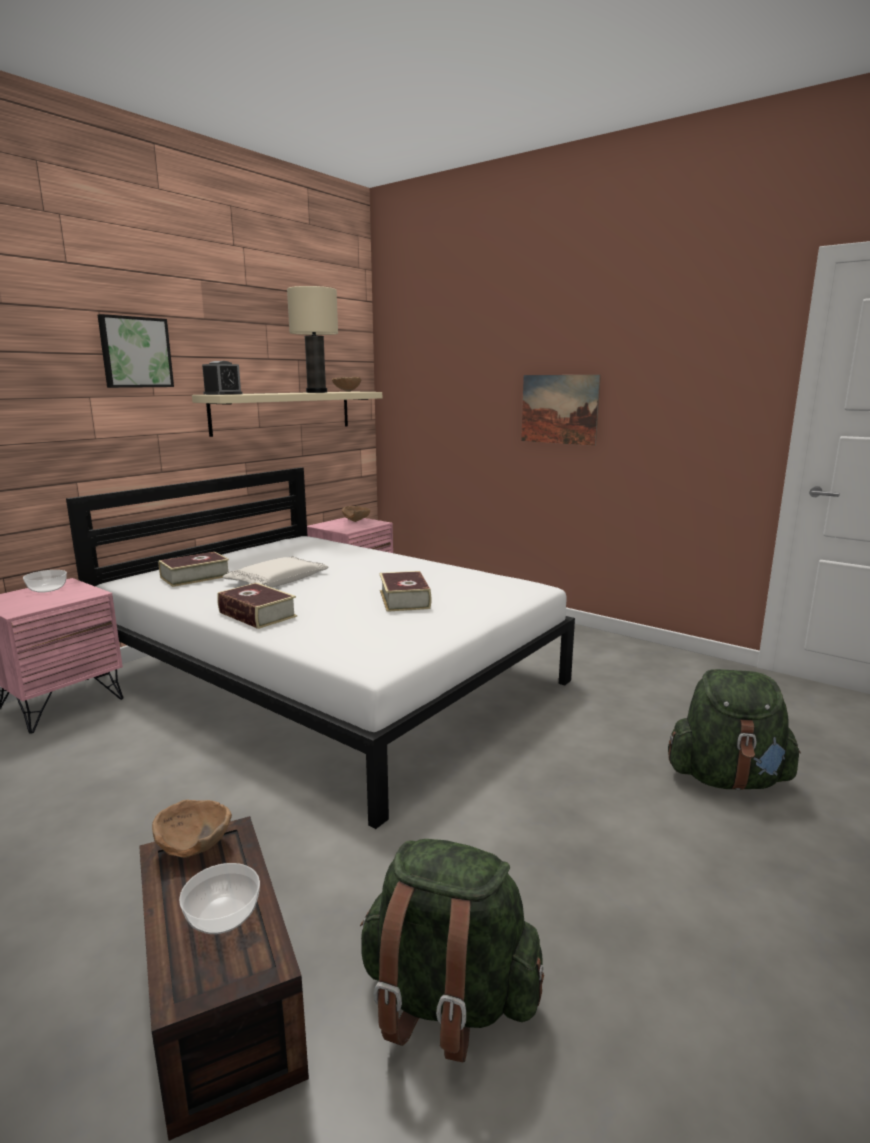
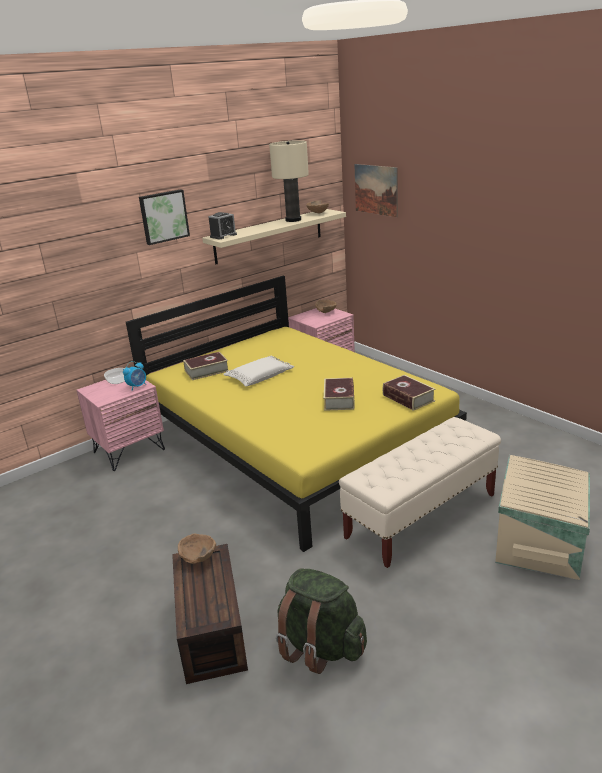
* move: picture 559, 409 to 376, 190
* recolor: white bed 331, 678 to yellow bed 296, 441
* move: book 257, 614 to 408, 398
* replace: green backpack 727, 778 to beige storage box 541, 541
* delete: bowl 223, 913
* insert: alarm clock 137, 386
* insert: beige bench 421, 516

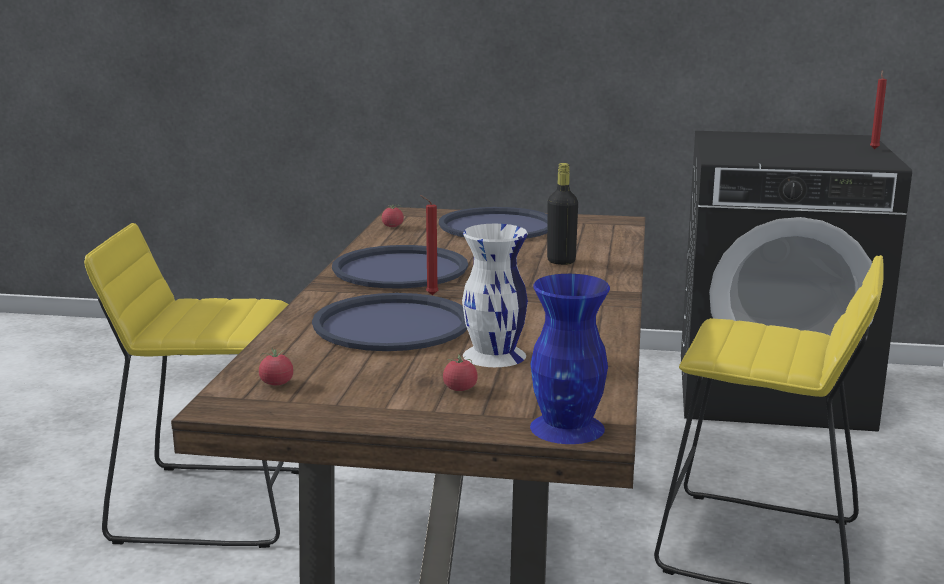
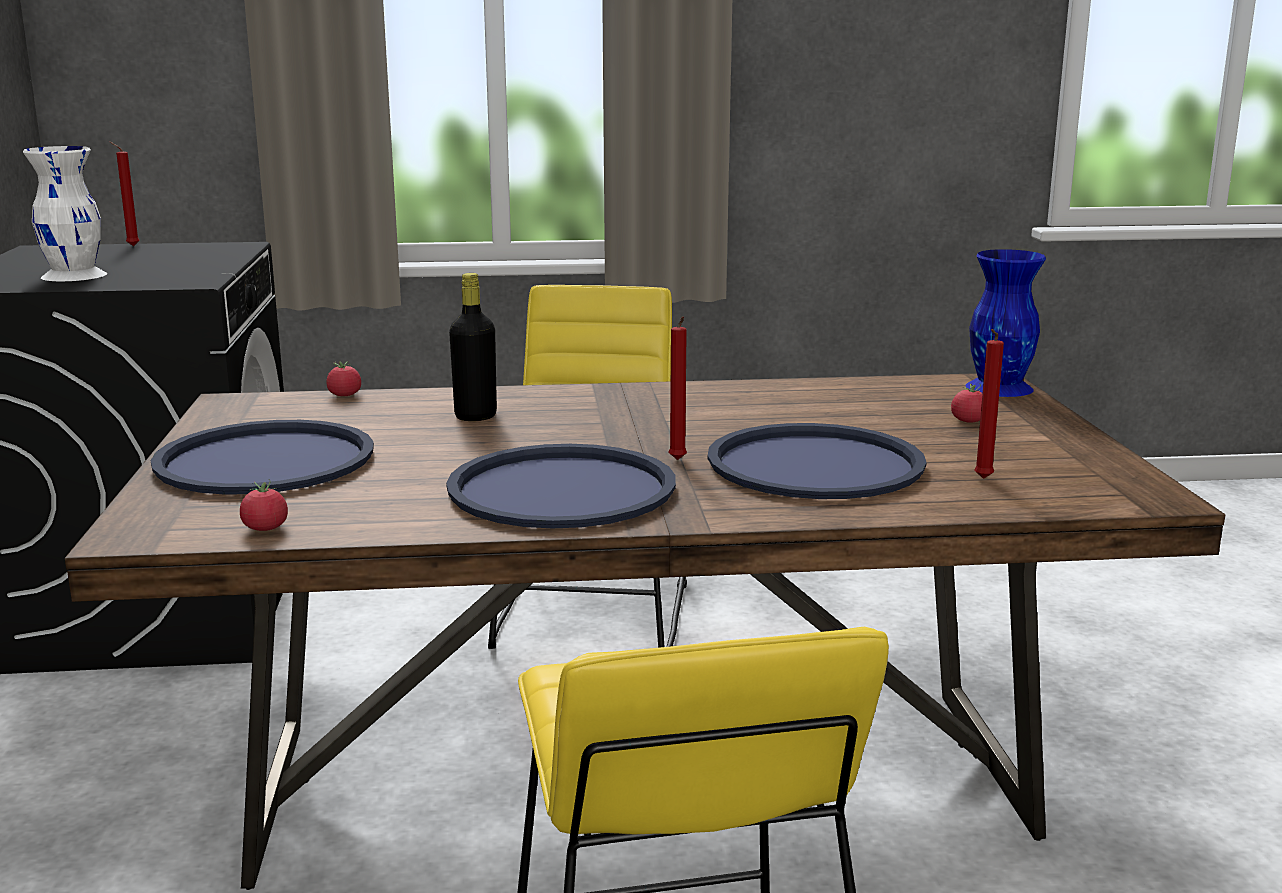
* move: white vase 493, 355 to 75, 275
* move: tomato 276, 383 to 344, 395
* insert: red candle 982, 479

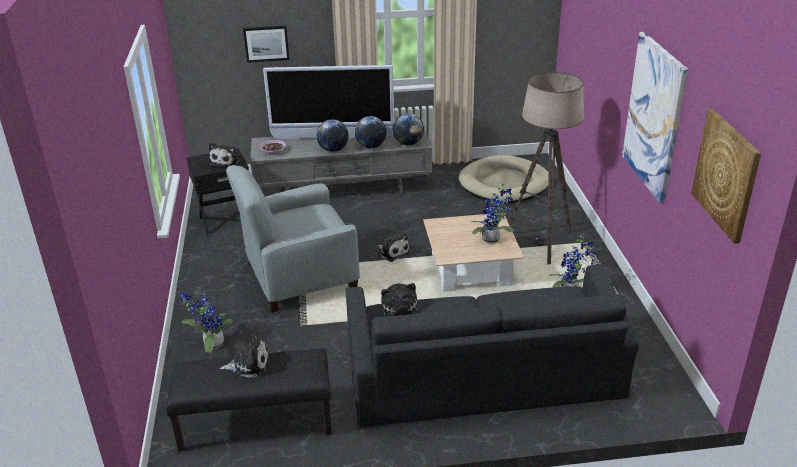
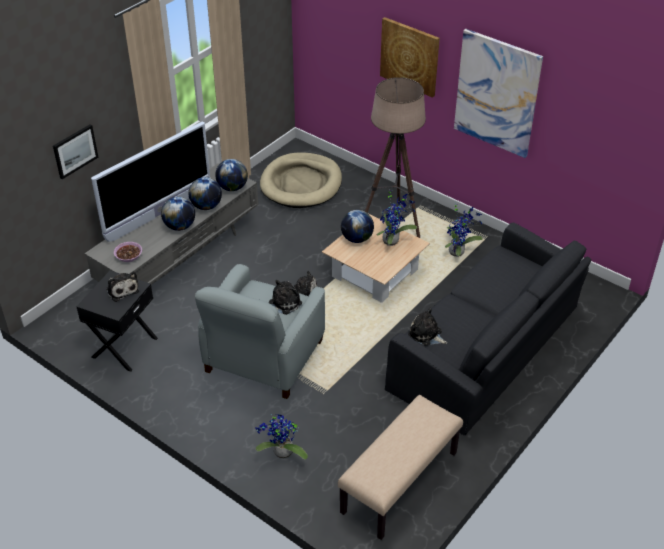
* move: picture 726, 174 to 409, 56
* move: plush toy 248, 365 to 283, 304
* recolor: black bench 255, 423 to beige bench 400, 483
* insert: globe 357, 239

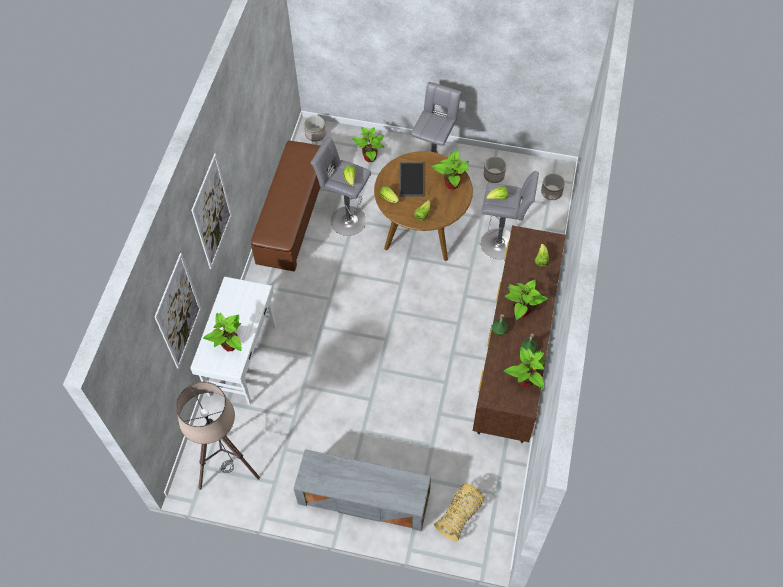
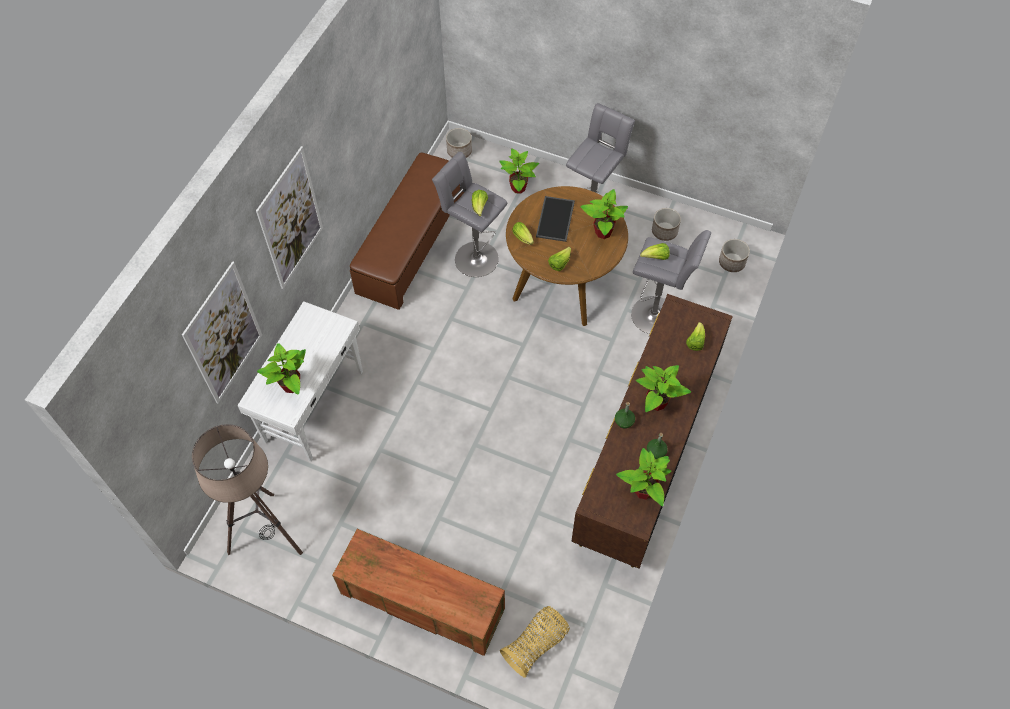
* recolor: grey bench 362, 499 to brown bench 420, 602

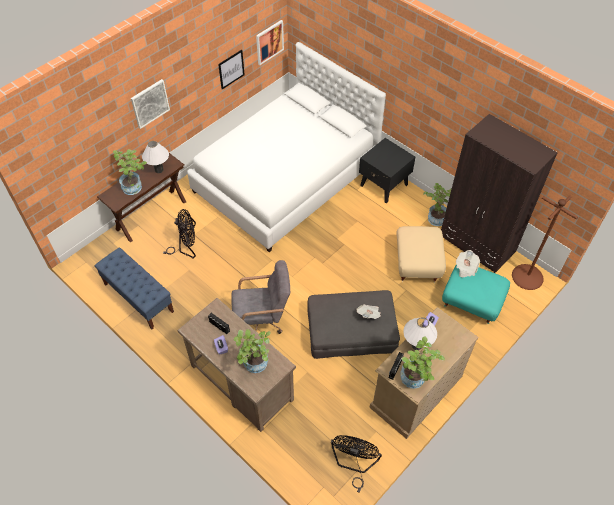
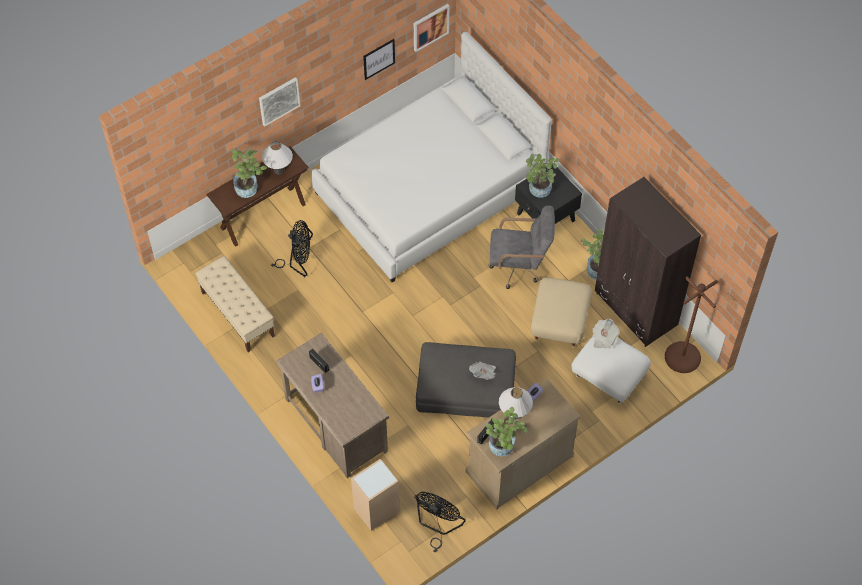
* recolor: blue bench 138, 297 to beige bench 237, 314
* move: grey office chair 262, 323 to 519, 268
* recolor: turquoise ottoman 471, 303 to white ottoman 608, 377
* move: potted plant 254, 366 to 538, 191
* insert: bookcase 376, 510

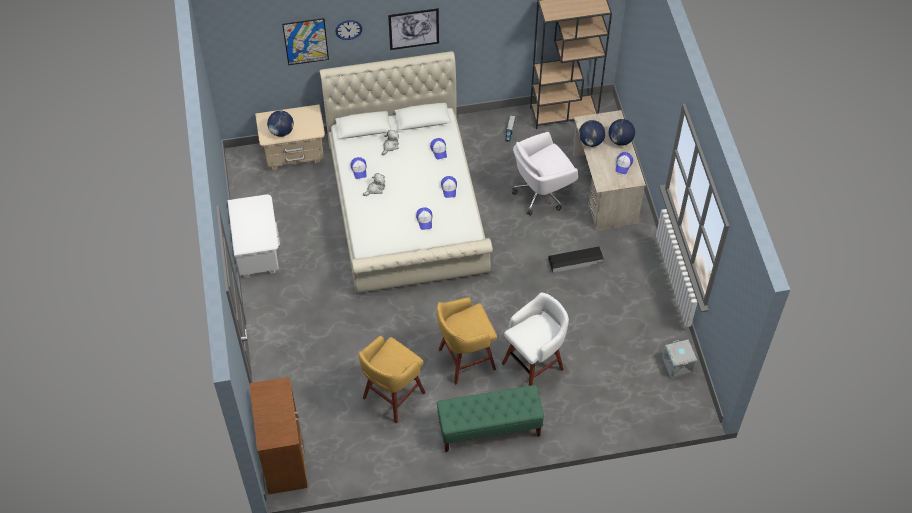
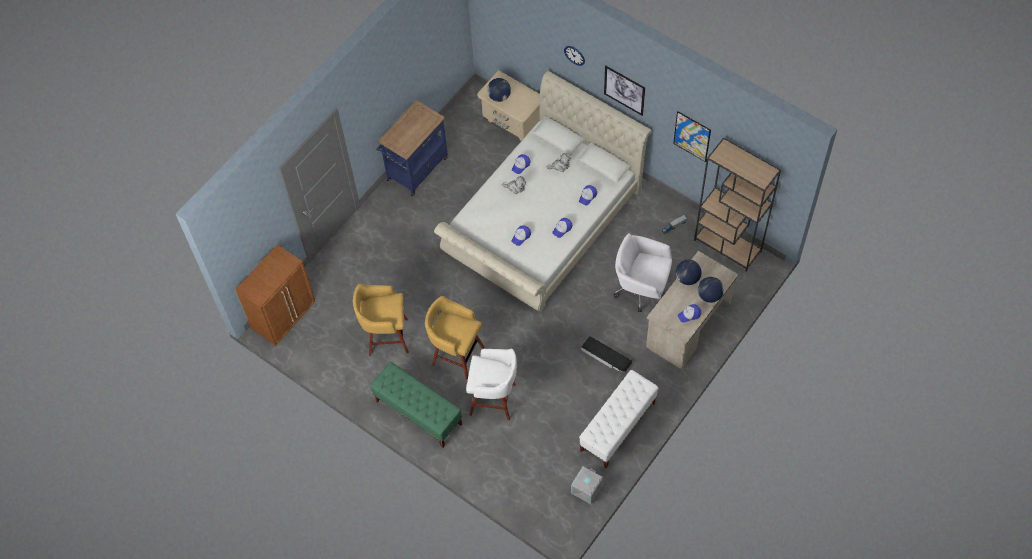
* move: picture 305, 41 to 692, 136
* replace: white nightstand 259, 253 to blue cart 416, 171
* insert: white bench 617, 427

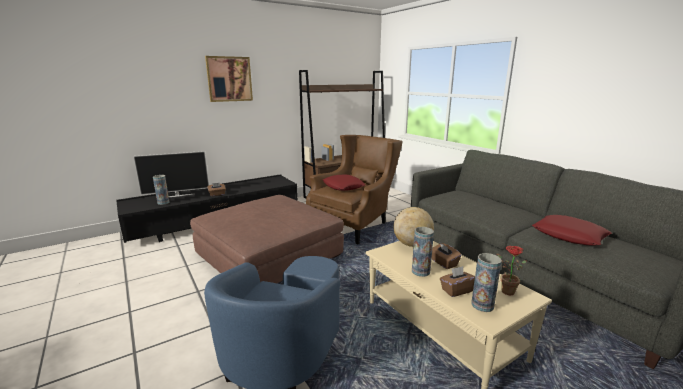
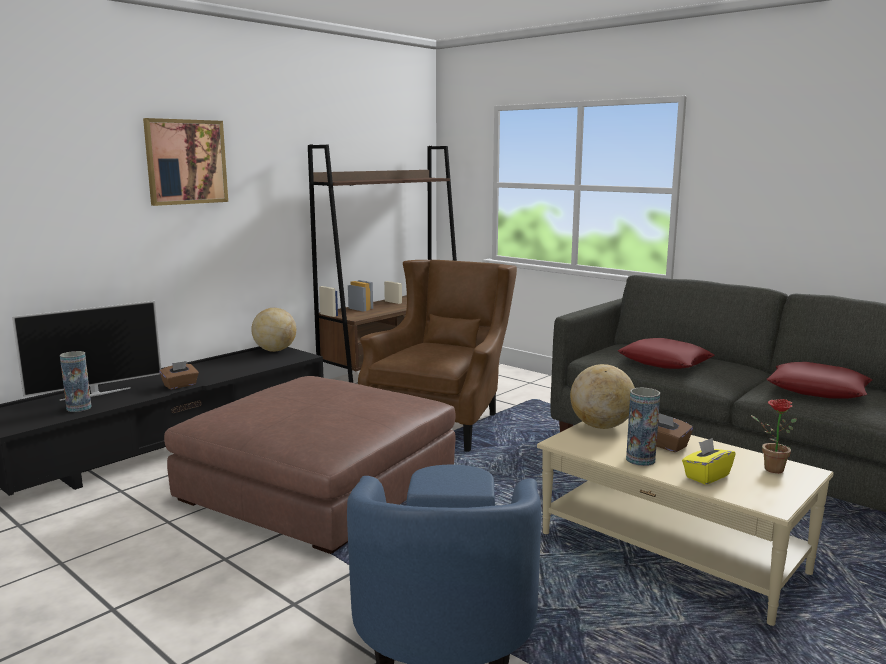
* move: red pillow 343, 186 to 664, 362
* delete: vase 482, 305
* recolor: brown tissue box 456, 290 to yellow tissue box 706, 476
* insert: globe 275, 350

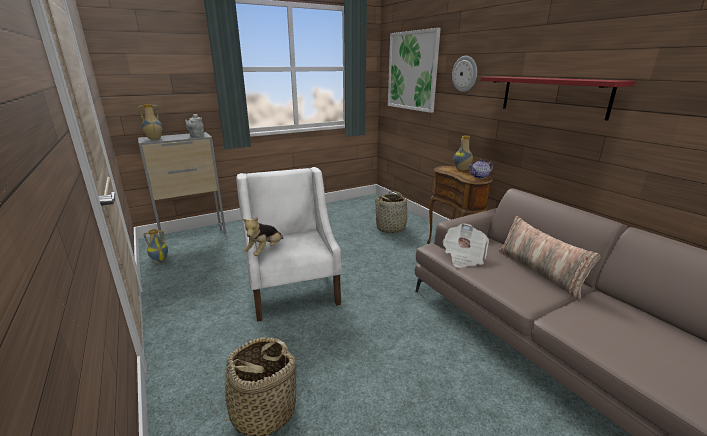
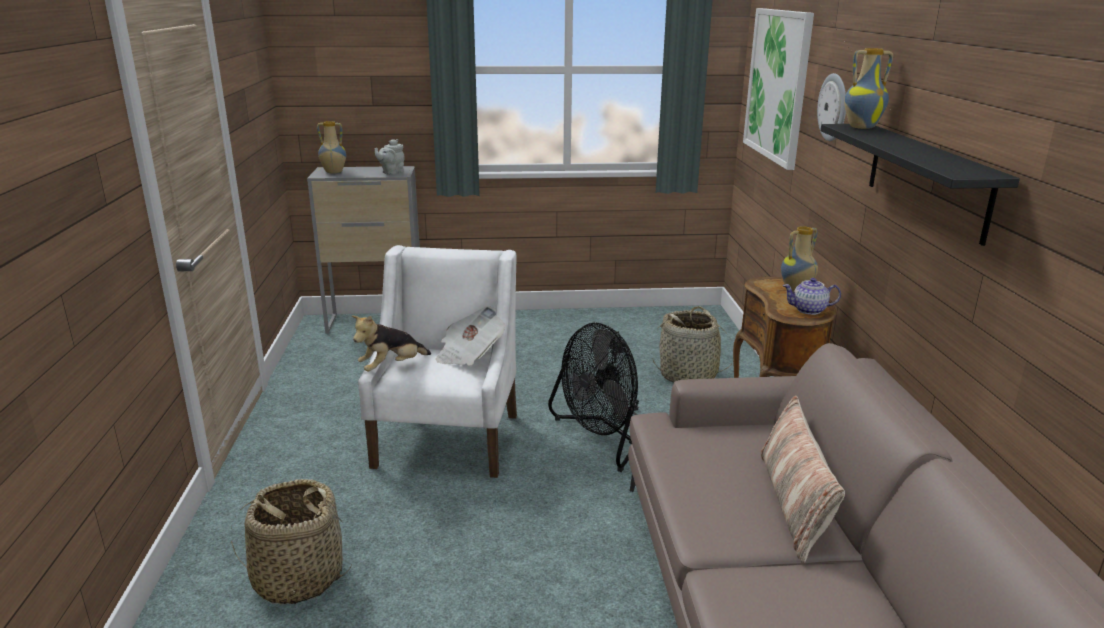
* recolor: red shelf 553, 96 to black shelf 926, 179
* move: newspaper 463, 257 to 469, 354
* move: vase 160, 260 to 861, 127
* insert: black fan 603, 435

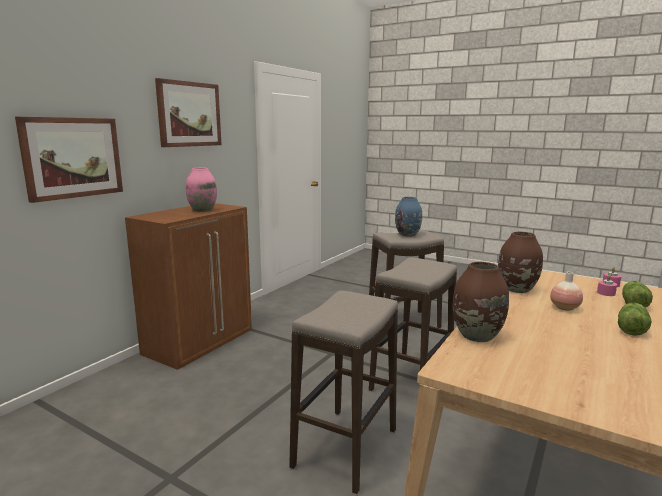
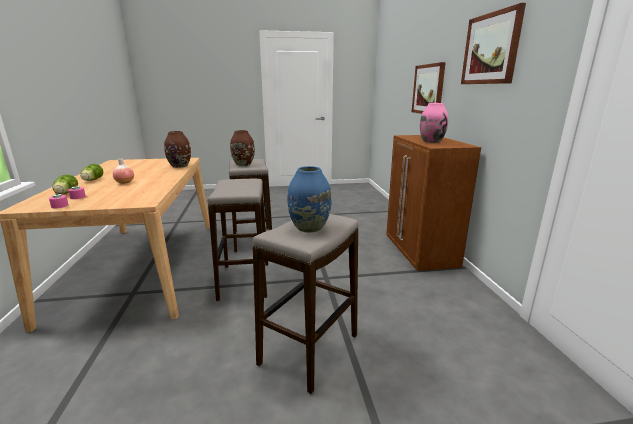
* move: brown vase 517, 289 to 243, 164

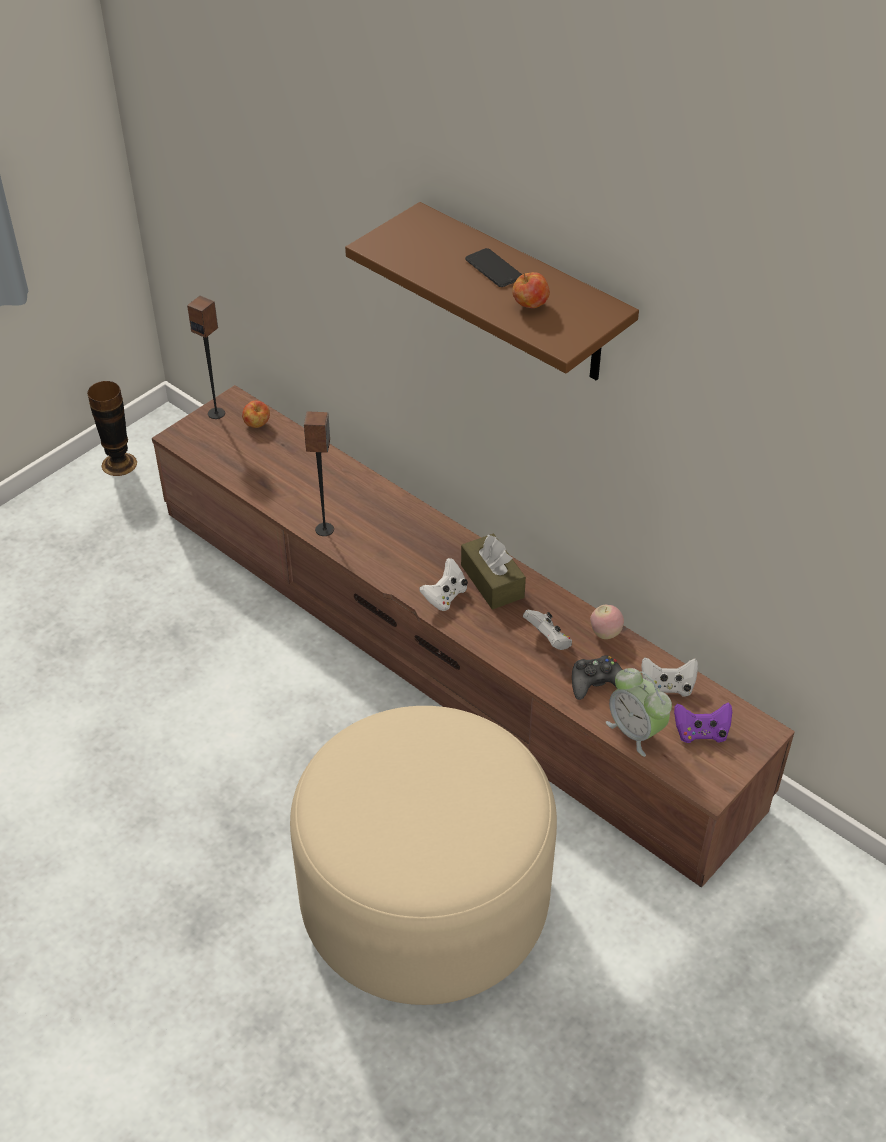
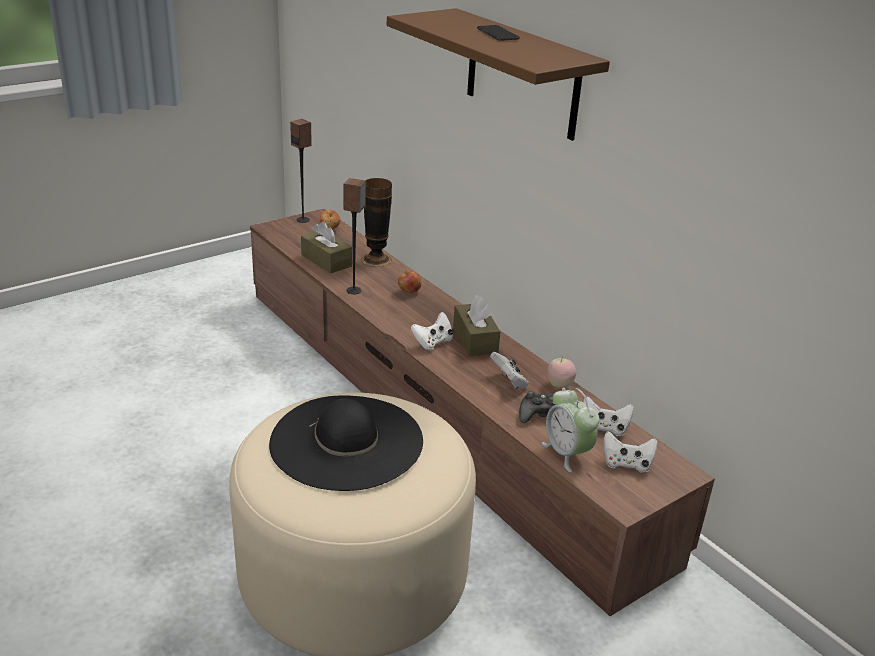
* move: apple 530, 306 to 409, 292
* move: vase 119, 464 to 376, 260
* recolor: purple game controller 701, 733 to white game controller 626, 464
* insert: brown tissue box 326, 260
* insert: black hat 347, 441

